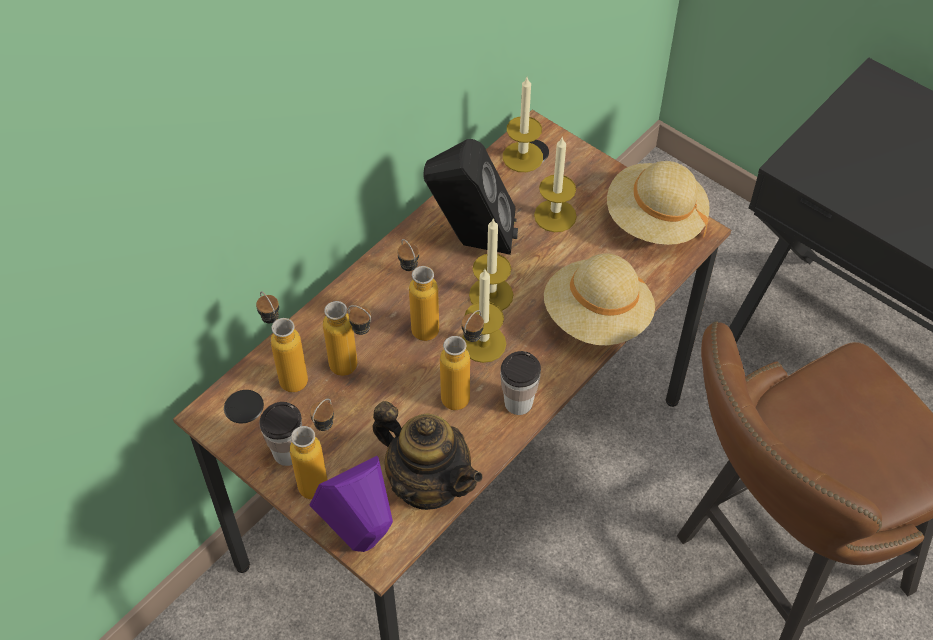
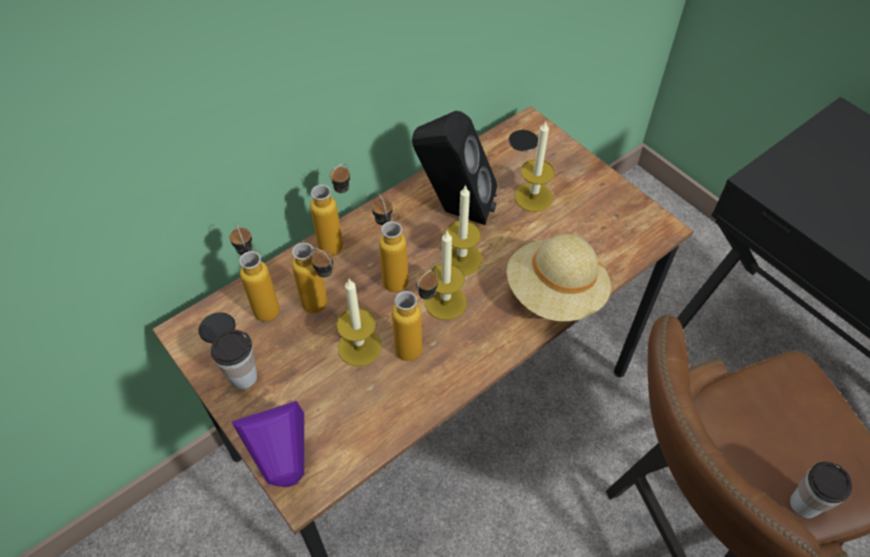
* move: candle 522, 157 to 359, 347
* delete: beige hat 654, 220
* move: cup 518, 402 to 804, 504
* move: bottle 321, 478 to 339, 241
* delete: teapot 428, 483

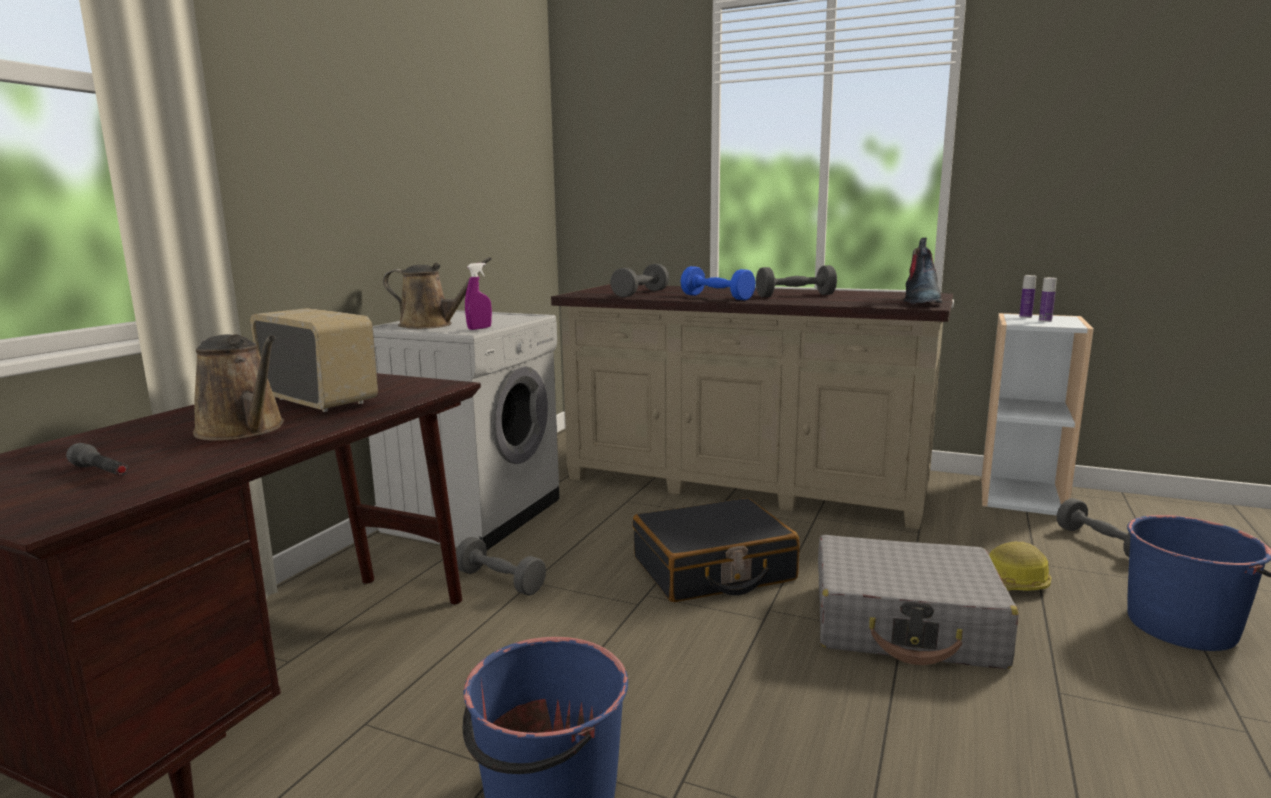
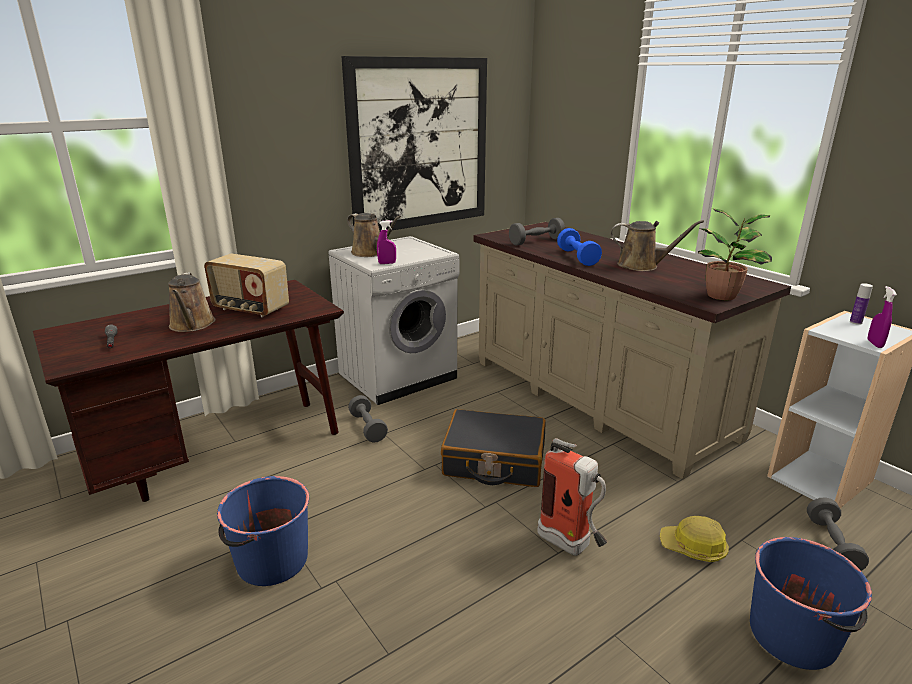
* replace: boot 920, 302 to potted plant 723, 295
* replace: grey dumbbell 795, 296 to brown watering can 642, 265
* delete: bottle 1045, 321
* rotate: radio 321, 401 = 250, 309 135 degrees clockwise
* replace: grey suitcase 905, 624 to fire extinguisher 571, 546
* insert: picture 419, 145
* insert: purple spray bottle 874, 344

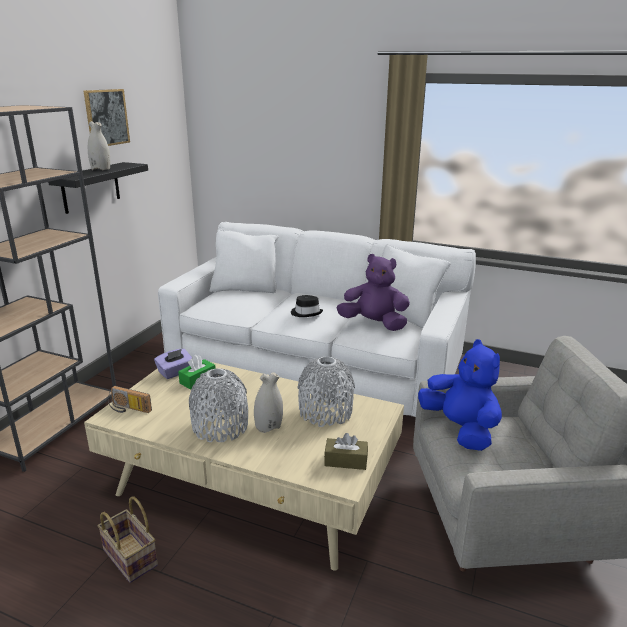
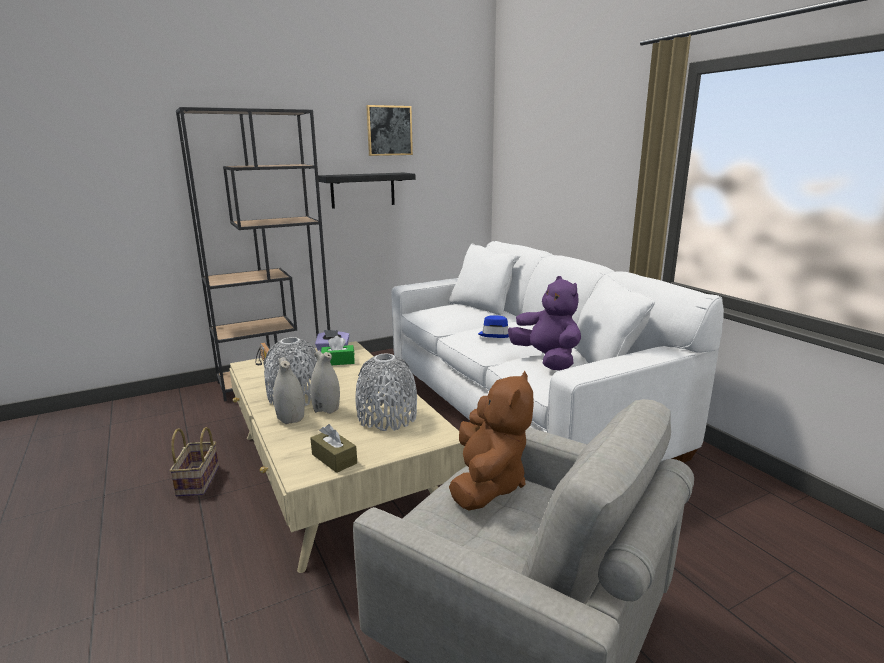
* move: white vase 101, 169 to 291, 419
* recolor: black hat 306, 313 to blue hat 495, 335
* recolor: blue plush toy 460, 429 to brown plush toy 487, 484

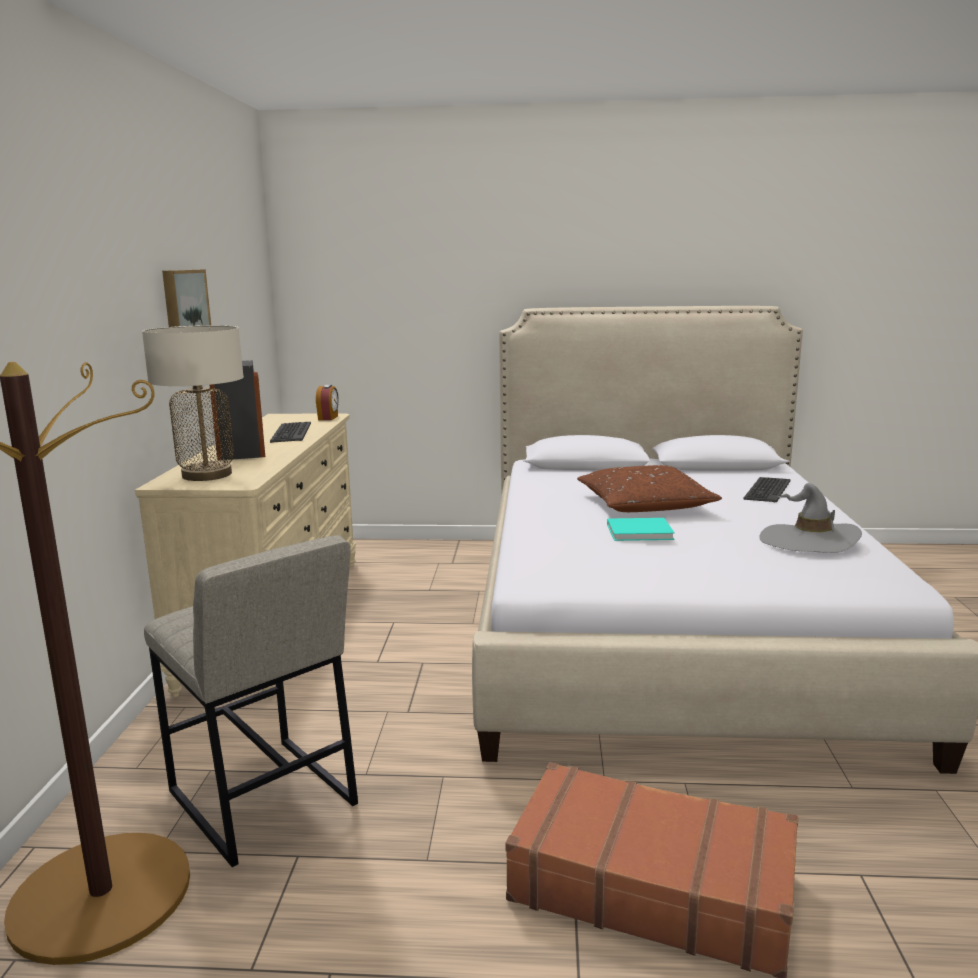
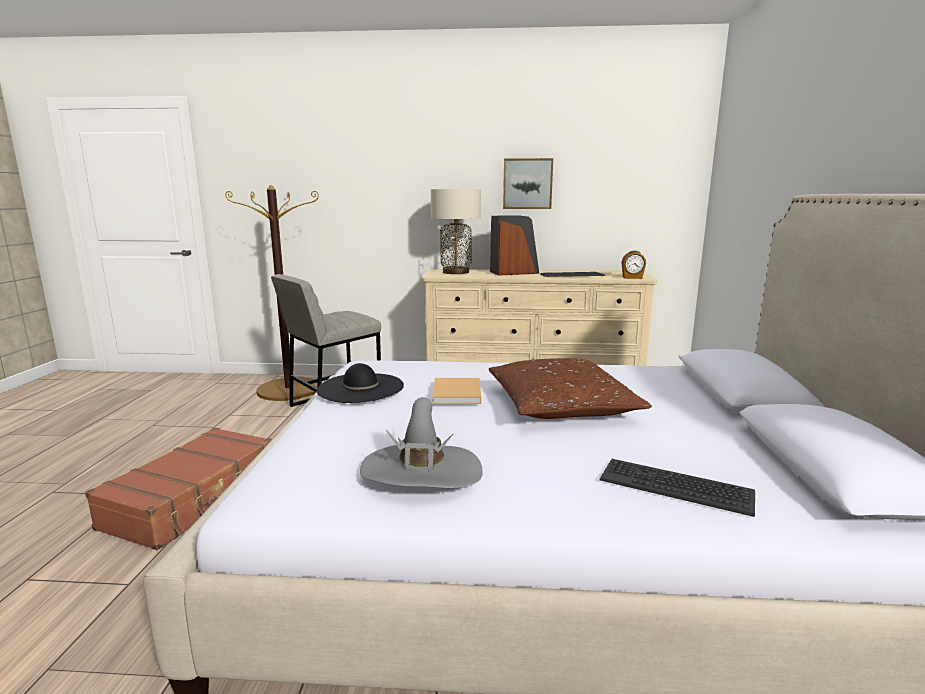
* recolor: turquoise book 641, 532 to beige book 456, 394
* insert: black hat 361, 388

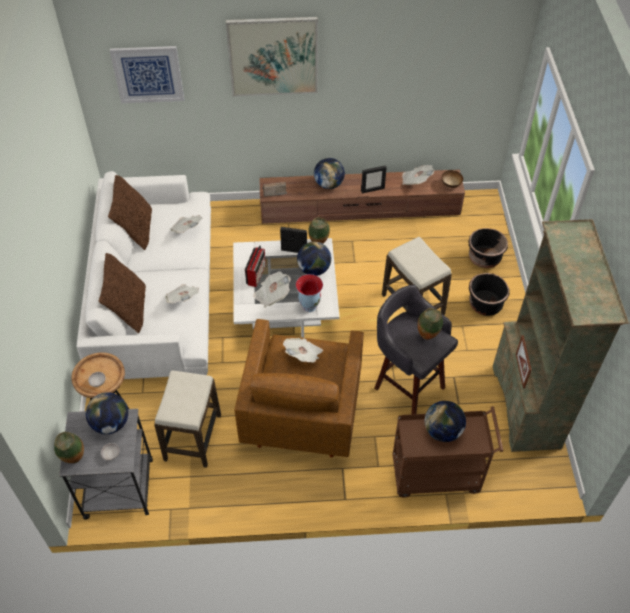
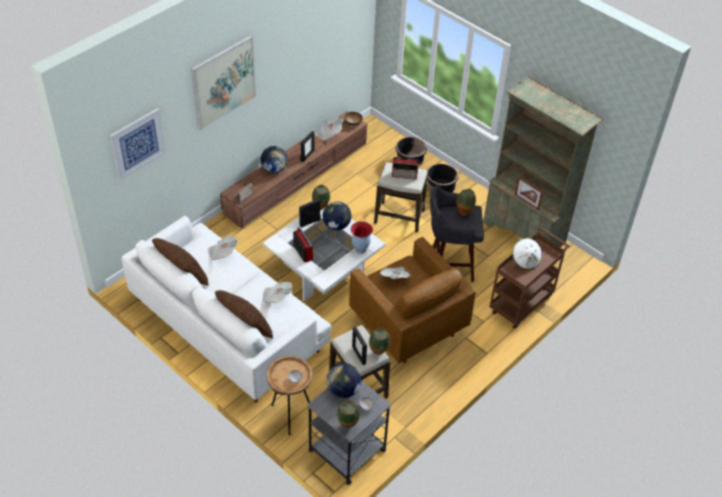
* delete: newspaper 272, 295
* replace: globe 443, 431 to white hat 525, 260
* insert: radio 405, 175
* insert: picture frame 359, 355
* insert: vase 379, 352

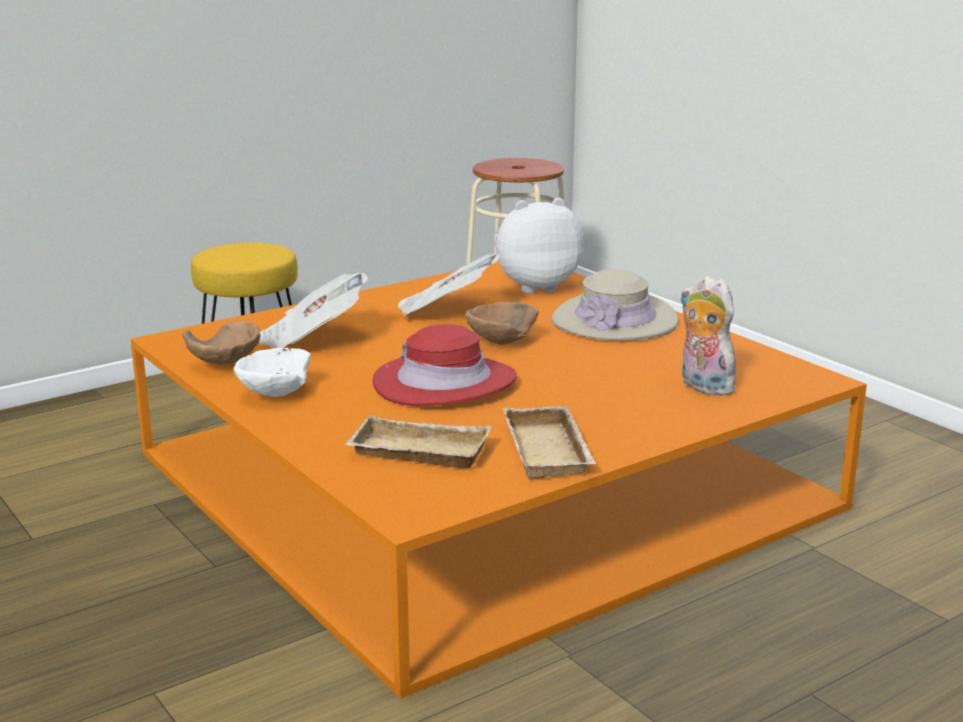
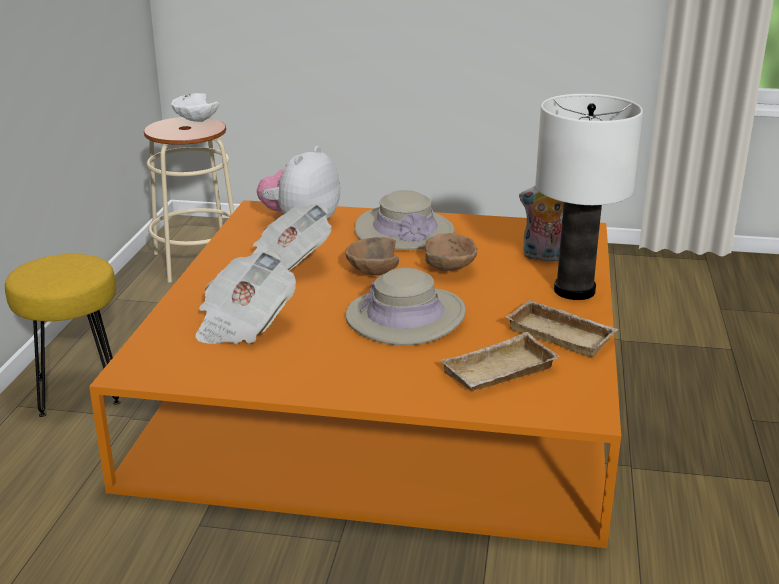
* move: brown bowl 225, 365 to 450, 270
* recolor: red hat 444, 383 to beige hat 405, 317
* move: white bowl 273, 394 to 195, 122
* insert: white table lamp 574, 291

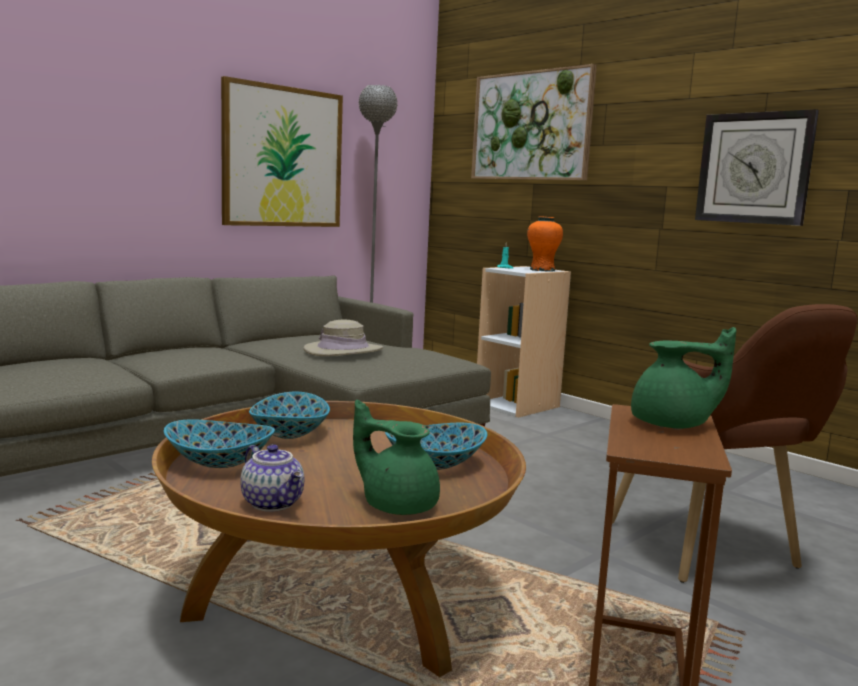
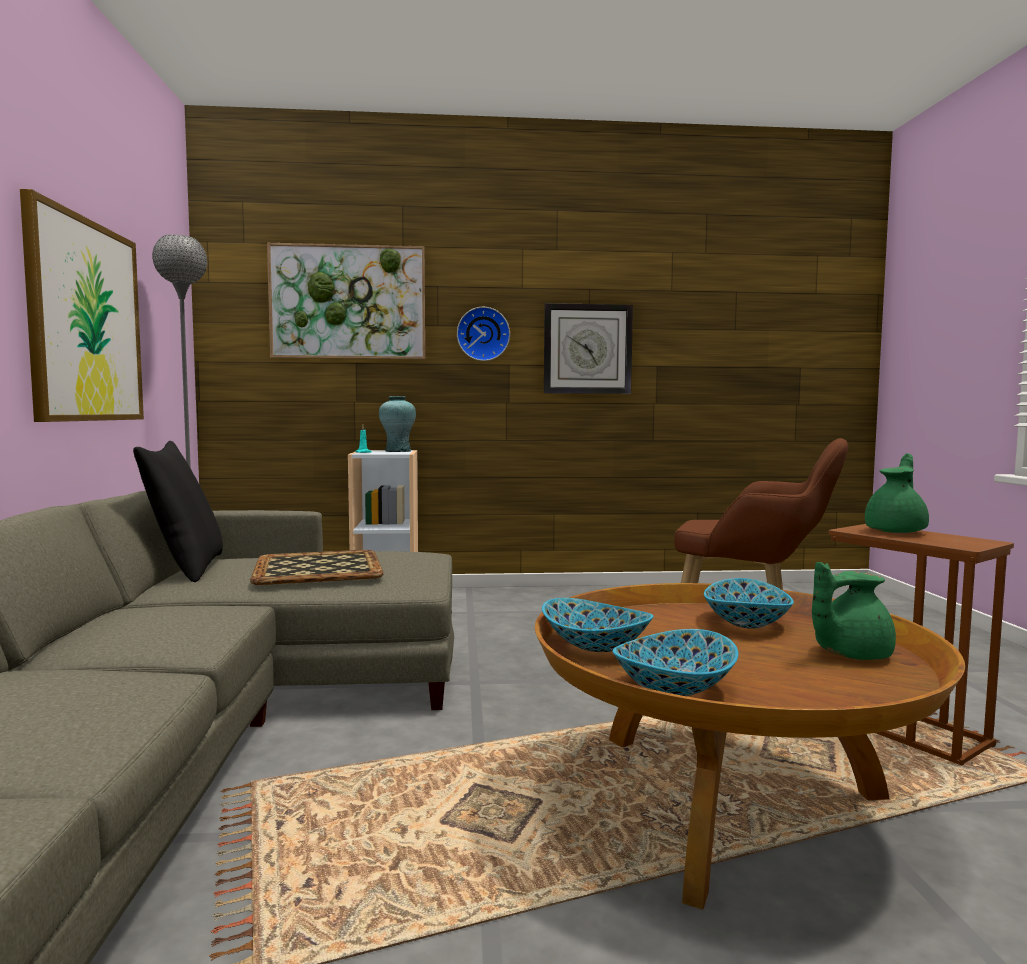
* recolor: orange vase 542, 270 to turquoise vase 398, 451
* replace: beige hat 343, 351 to tray 319, 568
* delete: teapot 274, 503
* insert: wall clock 483, 334
* insert: black pillow 187, 568

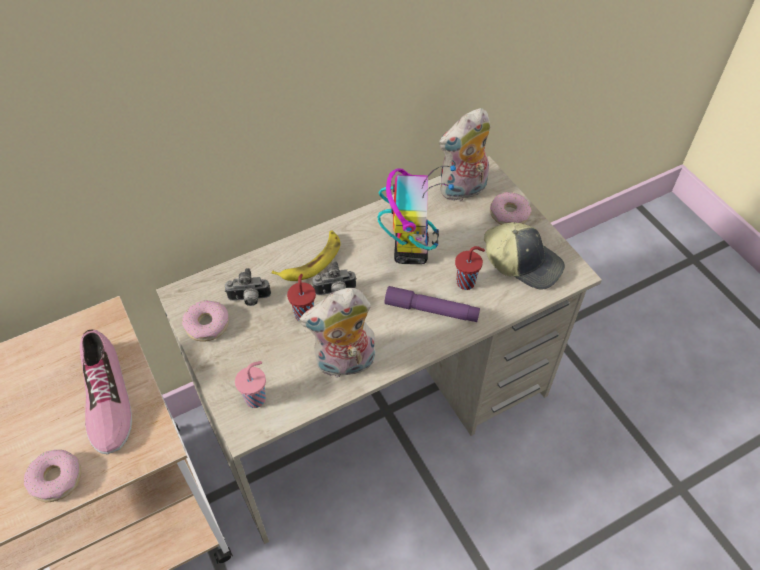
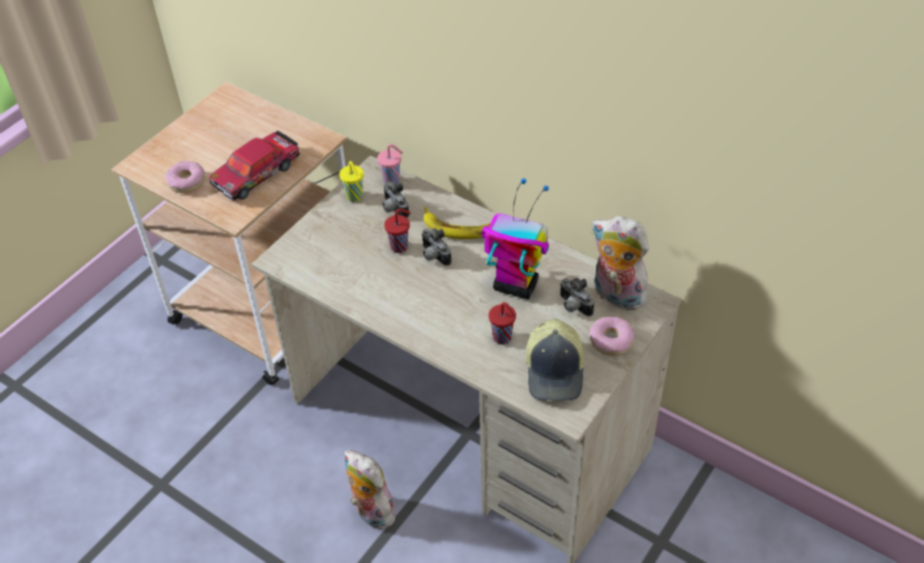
* rotate: toy robot 410, 249 = 514, 286 135 degrees counterclockwise
* delete: purple flashlight 431, 310
* move: plush toy 345, 364 to 370, 511
* replace: donut 207, 324 to yellow cup 355, 197
* replace: shoe 106, 398 to toy car 257, 173
* move: pink cup 256, 398 to 392, 181
* insert: photo camera 573, 307

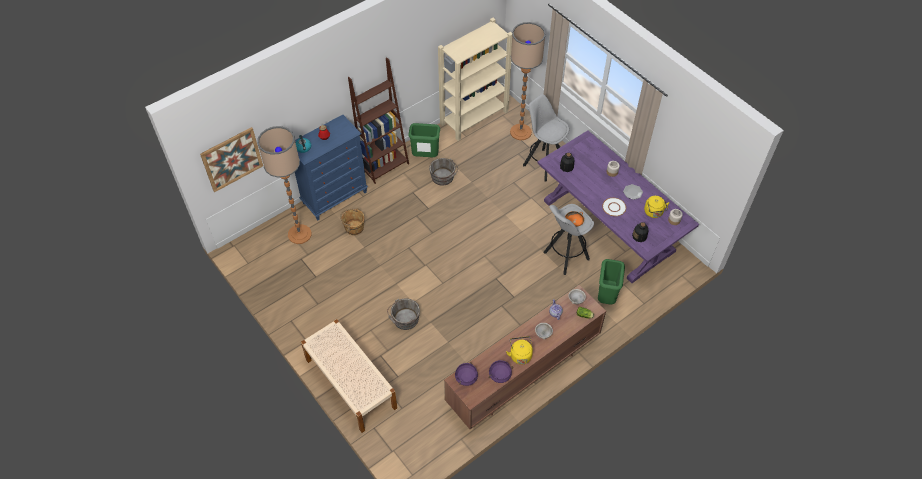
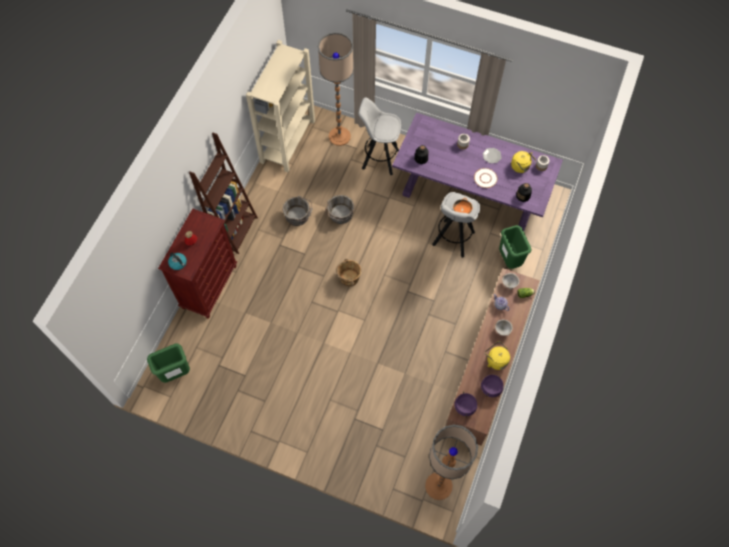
* recolor: blue dresser 335, 197 to red dresser 209, 286
* move: green trash can 425, 157 to 175, 374
* move: floor lamp 299, 234 to 438, 486
* delete: picture 232, 159
* move: brown bucket 354, 227 to 349, 278
* move: grey bucket 404, 320 to 340, 215
* delete: beige bench 350, 384

